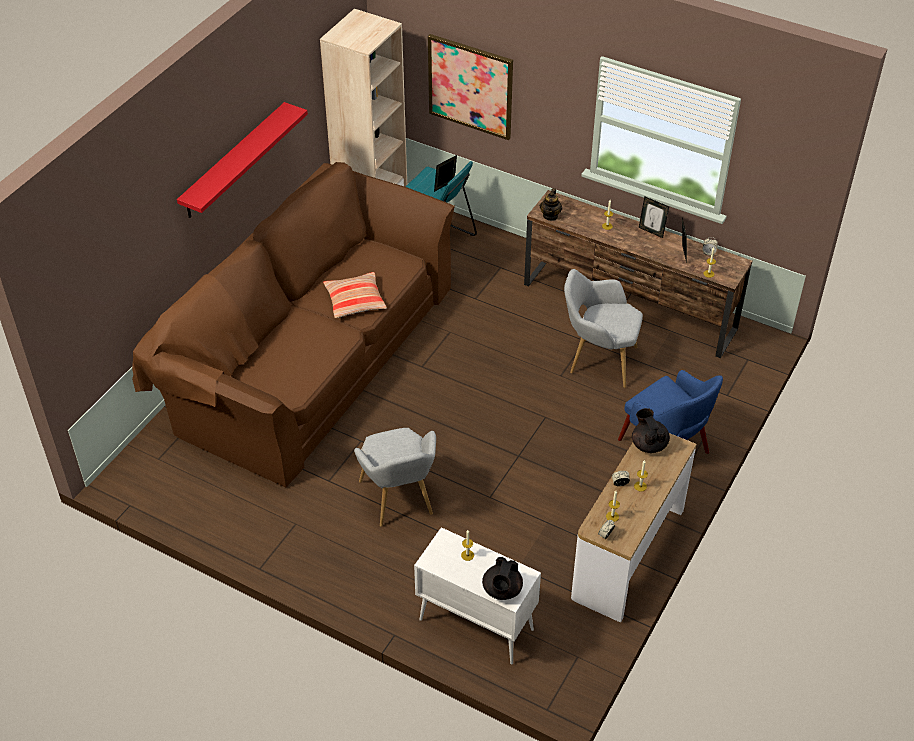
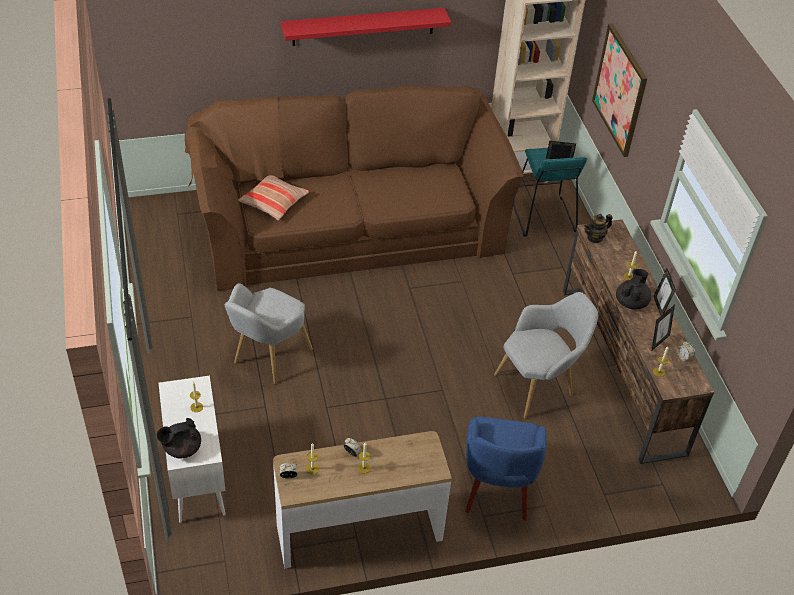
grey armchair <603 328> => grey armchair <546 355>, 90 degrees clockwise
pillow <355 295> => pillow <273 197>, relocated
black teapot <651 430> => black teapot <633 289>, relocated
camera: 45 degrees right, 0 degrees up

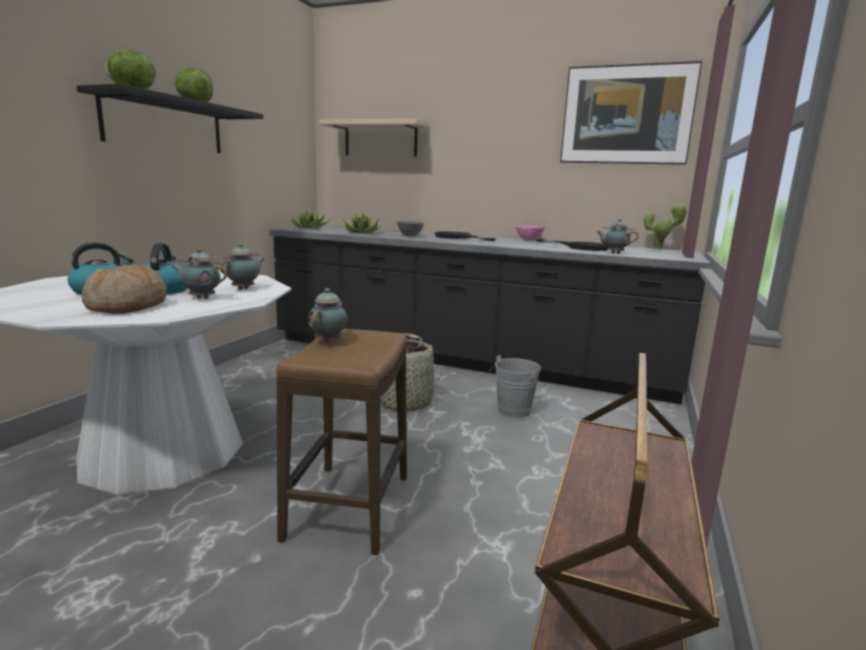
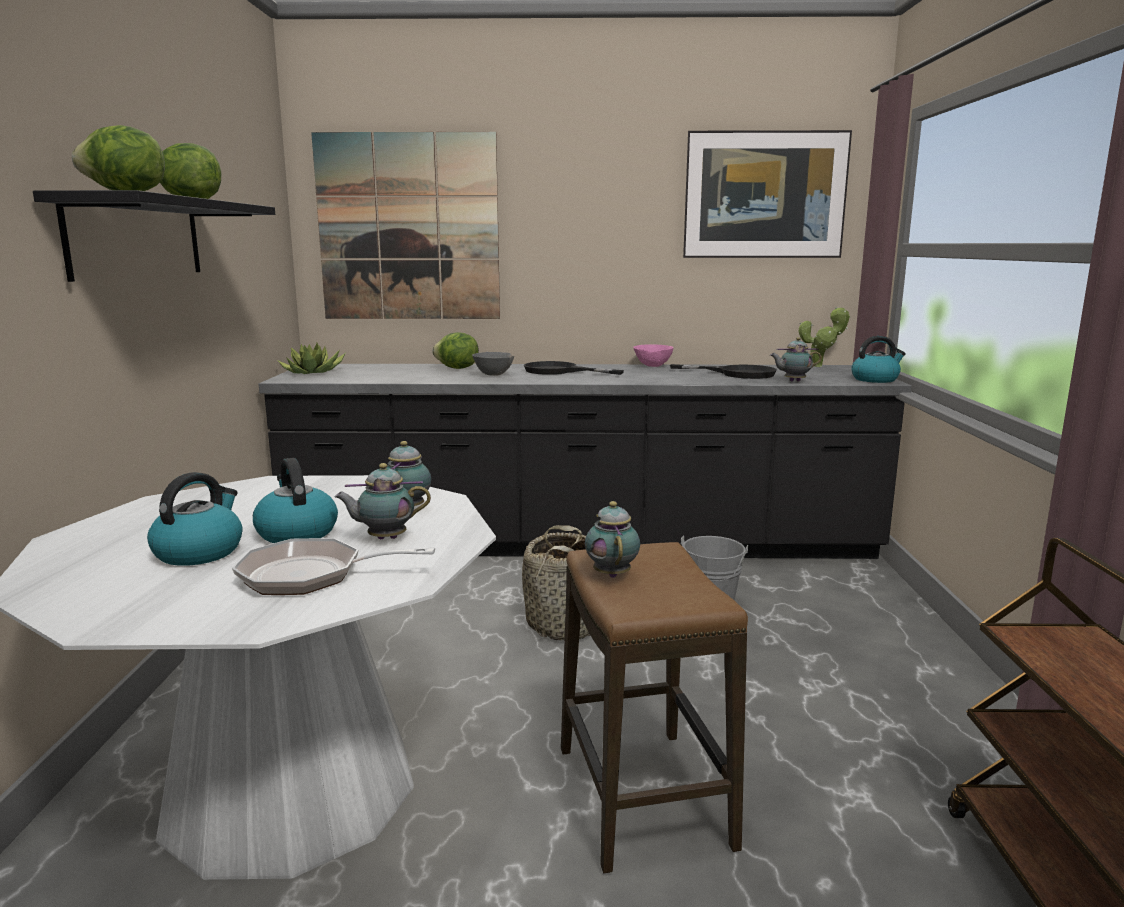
beige shelf <374 138> => picture <405 225>
potted plant <361 223> => nothing
bread <124 289> => frying pan <333 566>
nothing => lettuce <455 350>
nothing => kettle <878 359>
camera: 20 degrees left, 0 degrees up

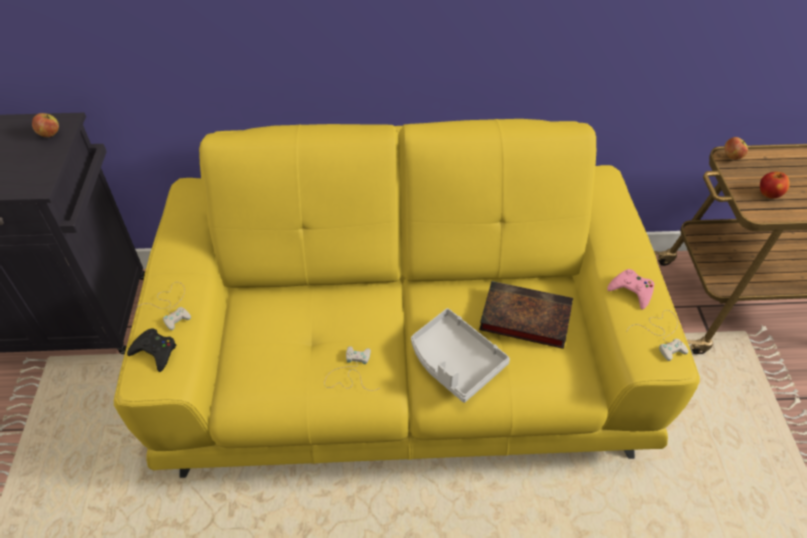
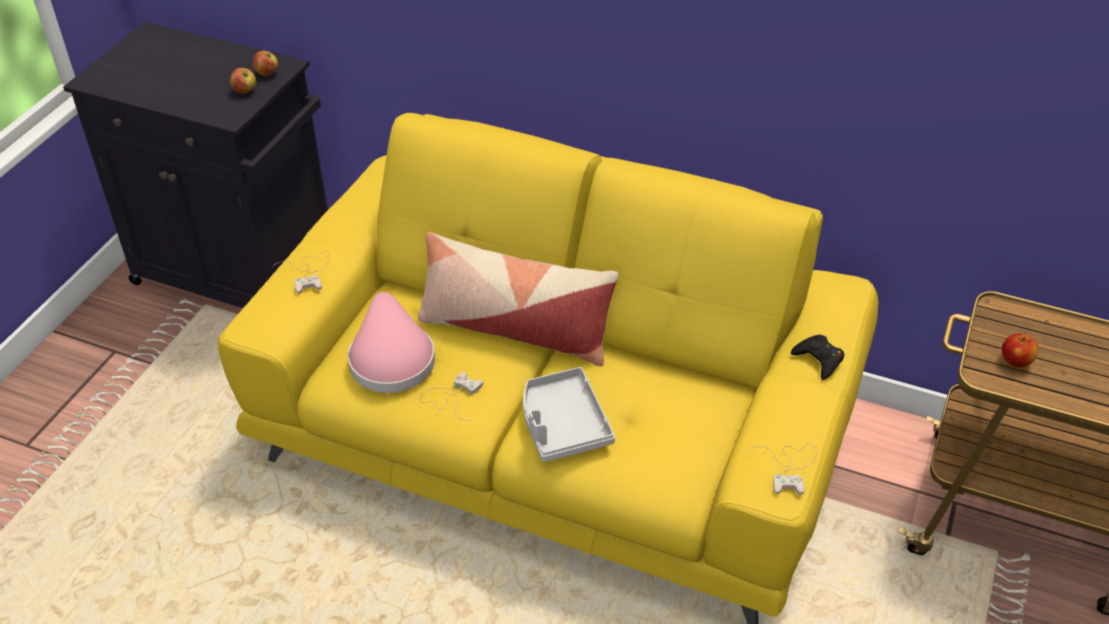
apple <736 148> => apple <243 81>, relocated
pink game controller <630 289> => nothing
book <526 315> => nothing
black game controller <151 350> => black game controller <817 357>, relocated
nothing => pillow <518 299>
nothing => pink hat <391 342>
camera: 25 degrees right, 5 degrees down

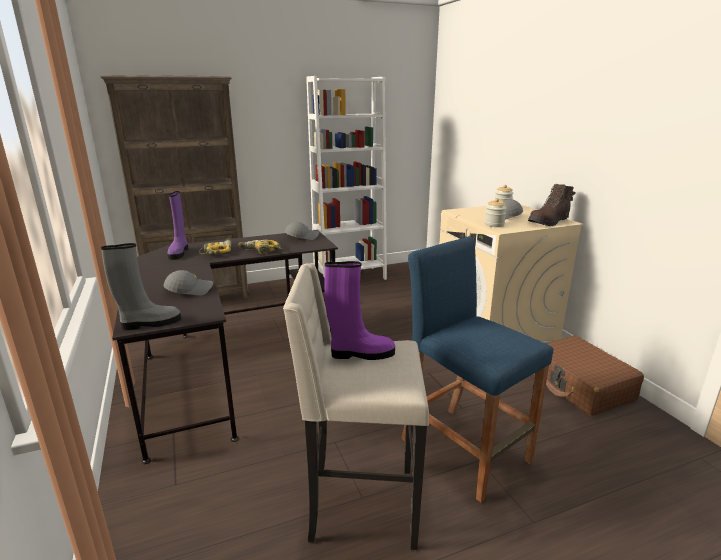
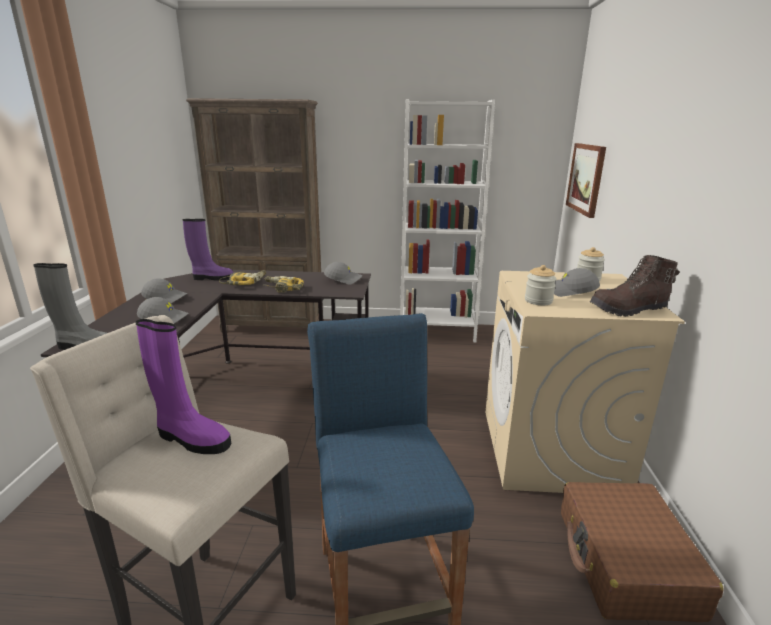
purple boot <177 225> => purple boot <208 249>, 120 degrees counterclockwise
nothing => picture <586 180>
nothing => grey cap <164 290>
camera: 25 degrees right, 0 degrees up

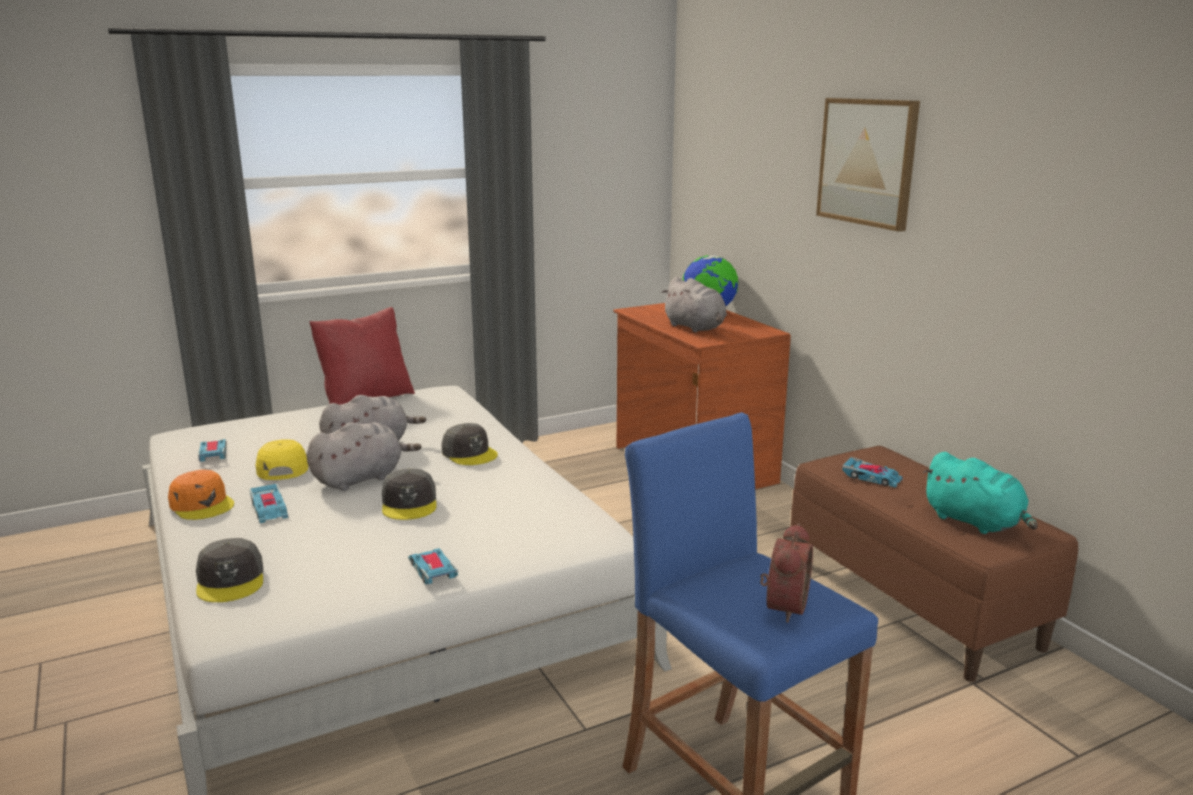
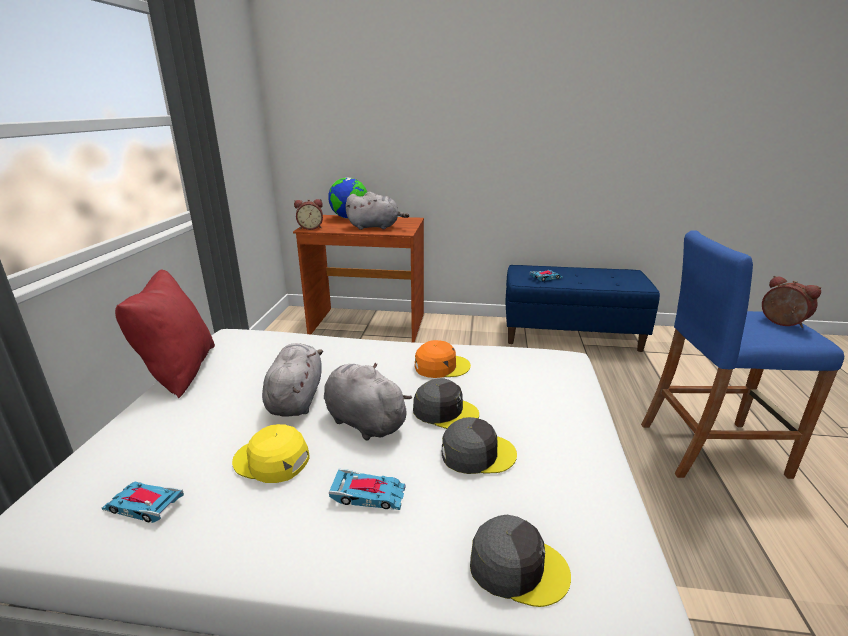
picture <868 165> => nothing
grey plush toy <363 456> => grey plush toy <368 401>, 45 degrees counterclockwise
grey cap <470 444> => grey cap <479 445>, relocated
brown bench <934 564> => blue bench <582 308>
turquoise plush toy <980 493> => nothing
orange cap <201 495> => orange cap <443 359>, relocated
toy car <433 566> => nothing
nothing => alarm clock <308 214>
camera: 55 degrees left, 5 degrees up

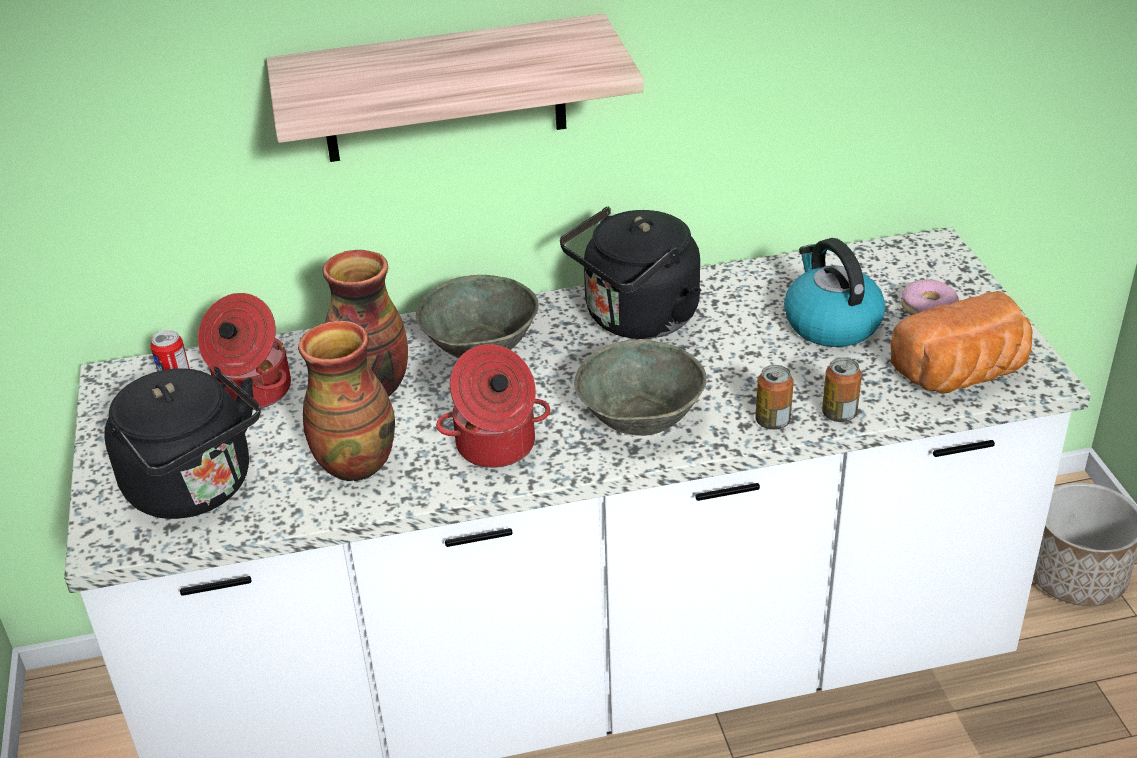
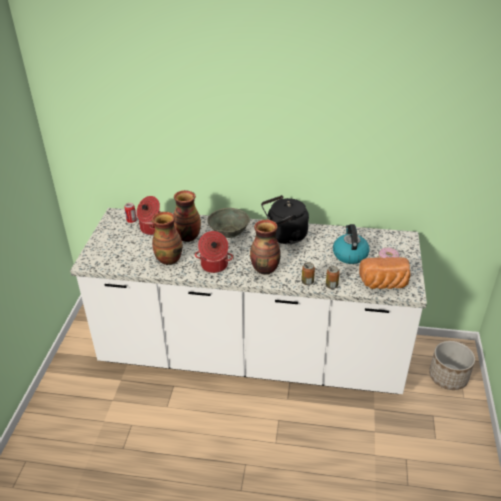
shelf <455 88> => nothing
grey bowl <640 388> => vase <265 247>
black kettle <182 442> => nothing
camera: 20 degrees right, 0 degrees up

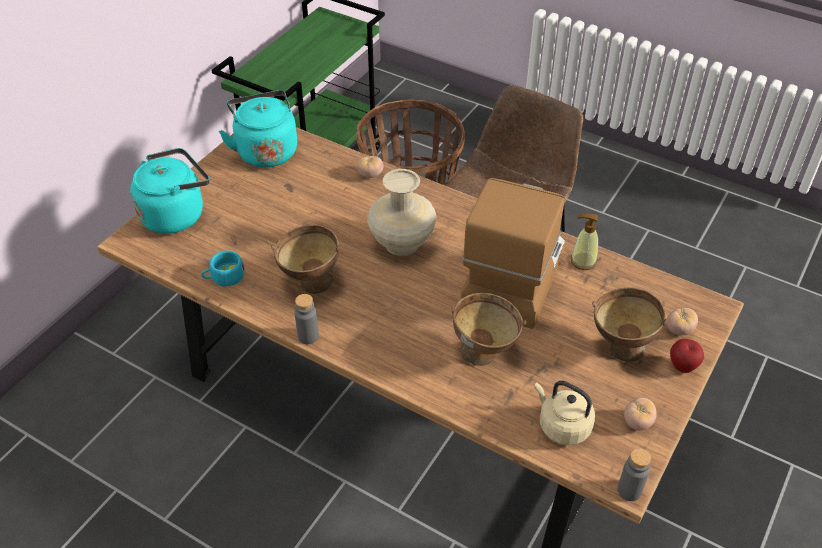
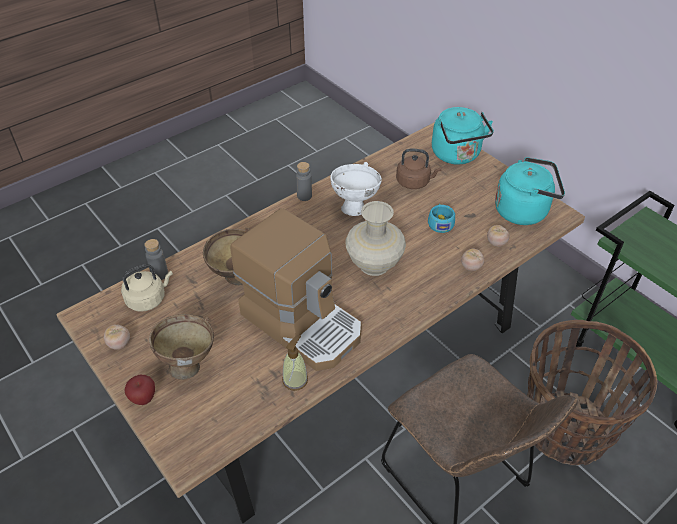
brown bowl <305 259> => white bowl <356 189>
turquoise cup <223 268> => turquoise cup <441 218>, relocated
tomato <682 321> => tomato <498 236>, relocated
grey bottle <634 474> => grey bottle <156 259>, relocated
nothing => brown kettle <419 169>
camera: 110 degrees right, 0 degrees up

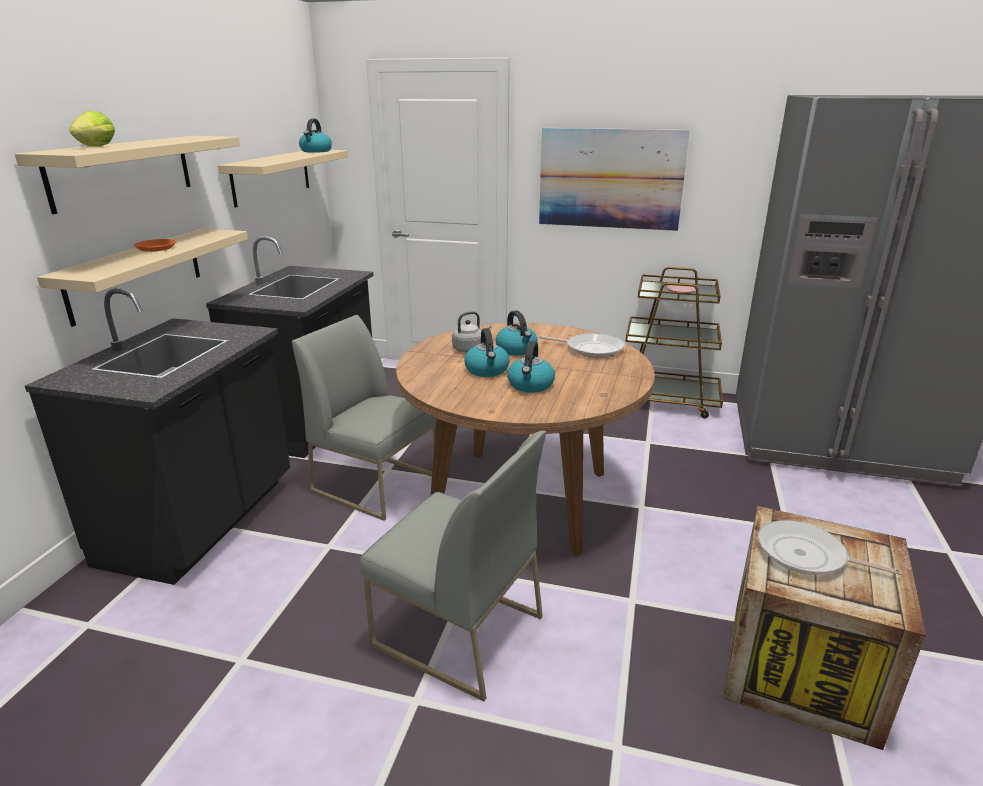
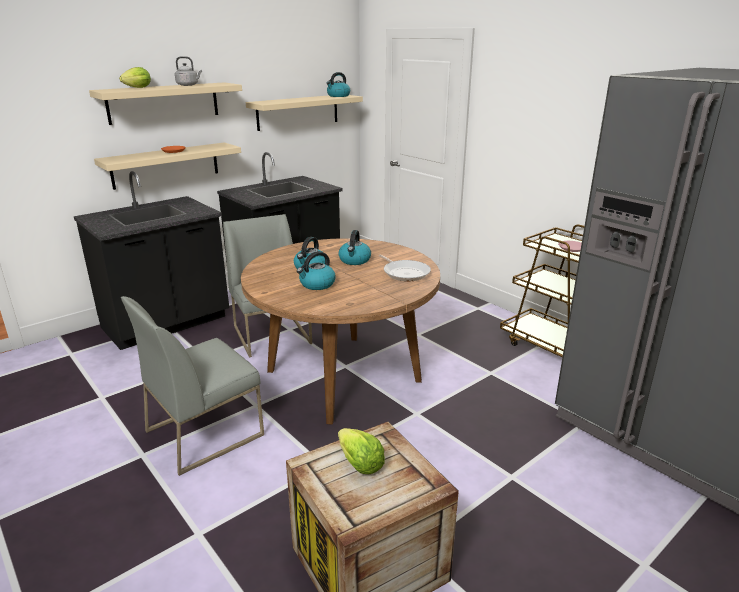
picture <614 179> => nothing
grey kettle <471 331> => grey kettle <188 71>, relocated
grey chair <453 566> => grey chair <192 386>, 75 degrees clockwise
frying pan <830 547> => lettuce <361 451>
camera: 35 degrees right, 0 degrees up

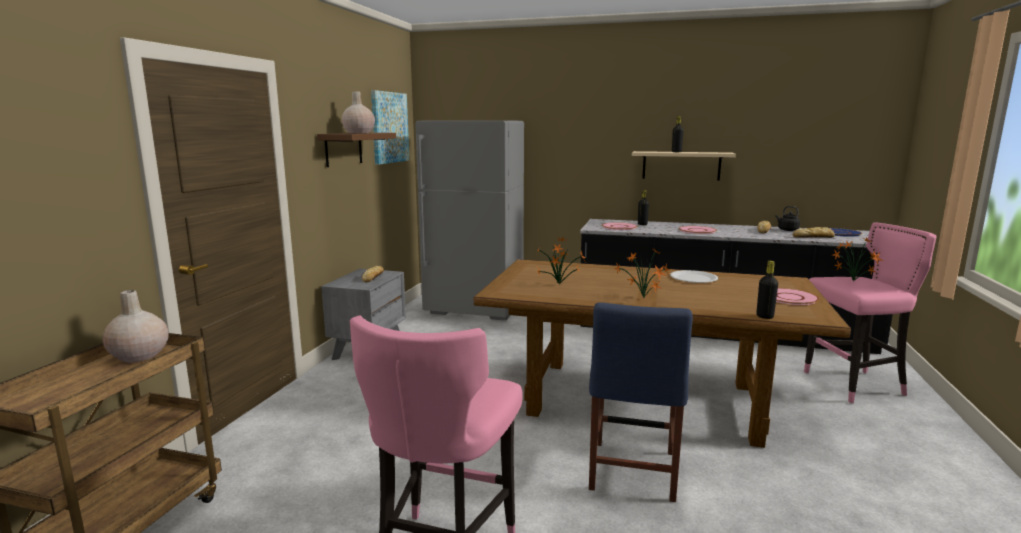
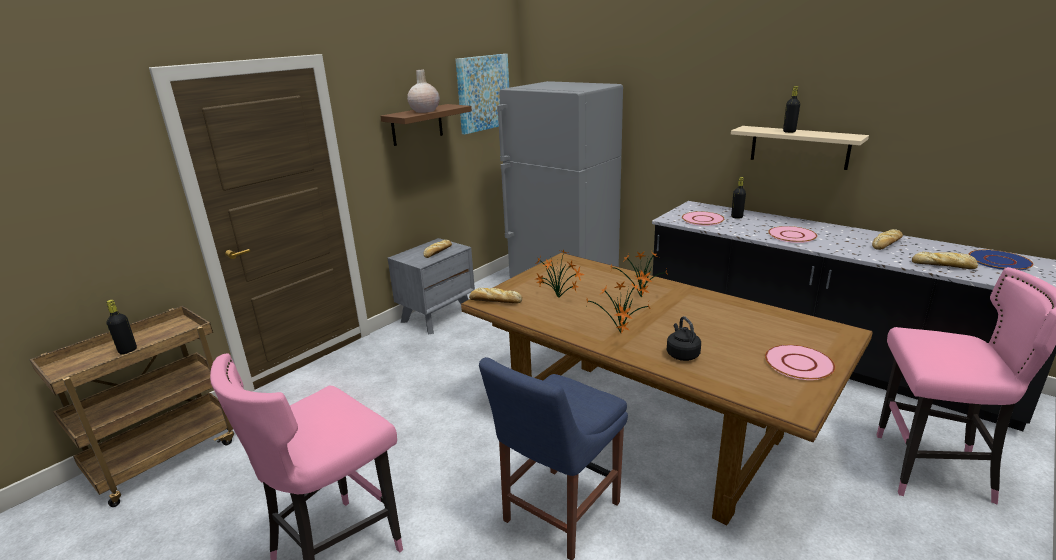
black kettle <788 218> => black kettle <684 338>, relocated
potted plant <857 259> => potted plant <639 274>, relocated
black bottle <767 290> => black bottle <121 327>, relocated
white plate <694 276> => nothing
beige vase <136 326> => nothing
nothing => bread <495 295>
camera: 25 degrees right, 10 degrees up

